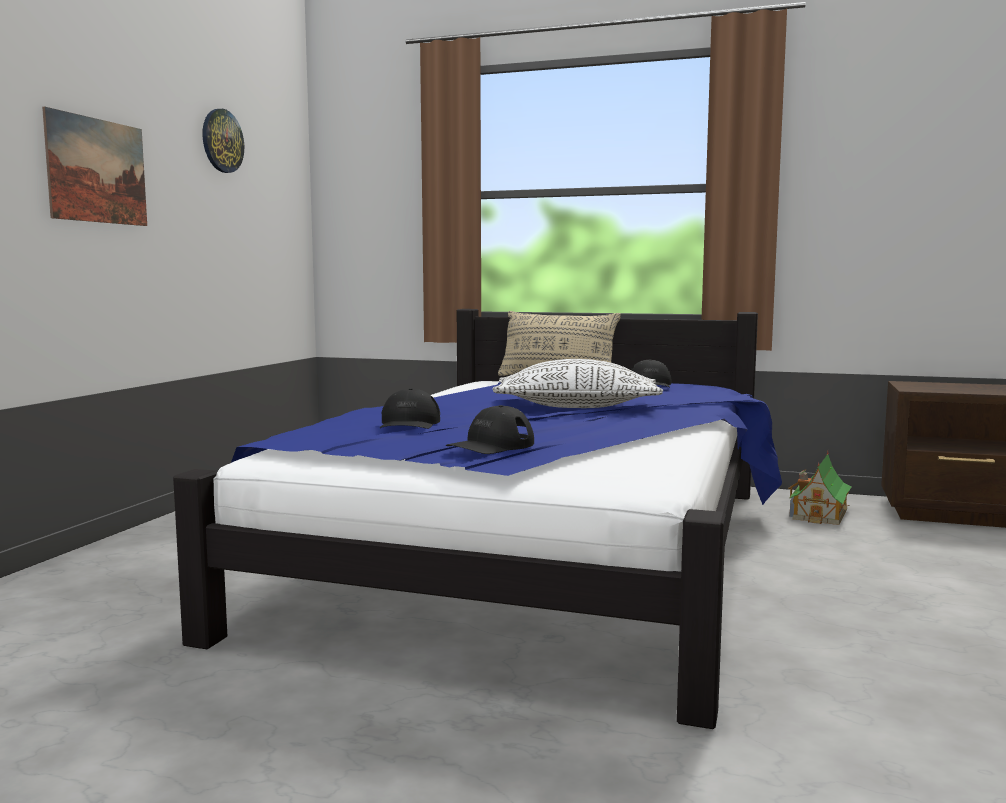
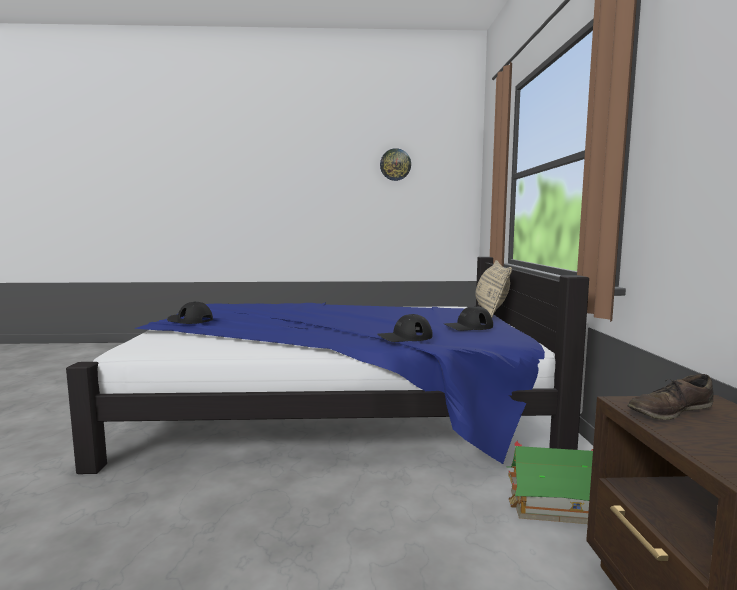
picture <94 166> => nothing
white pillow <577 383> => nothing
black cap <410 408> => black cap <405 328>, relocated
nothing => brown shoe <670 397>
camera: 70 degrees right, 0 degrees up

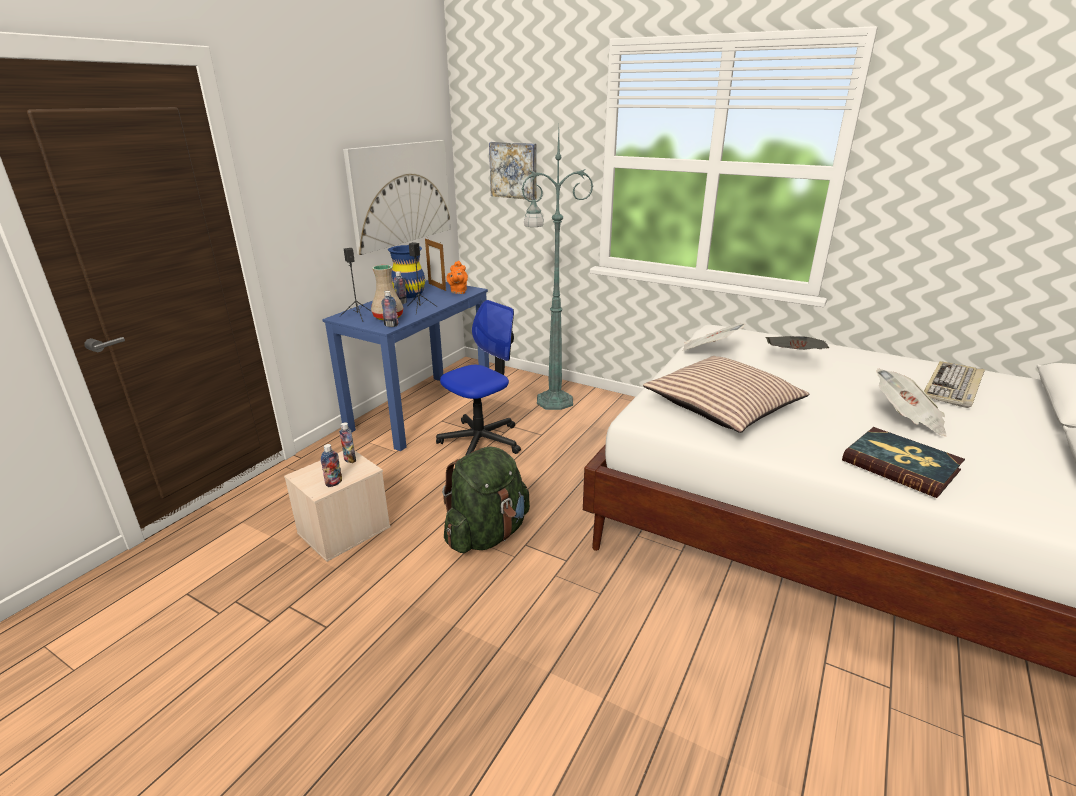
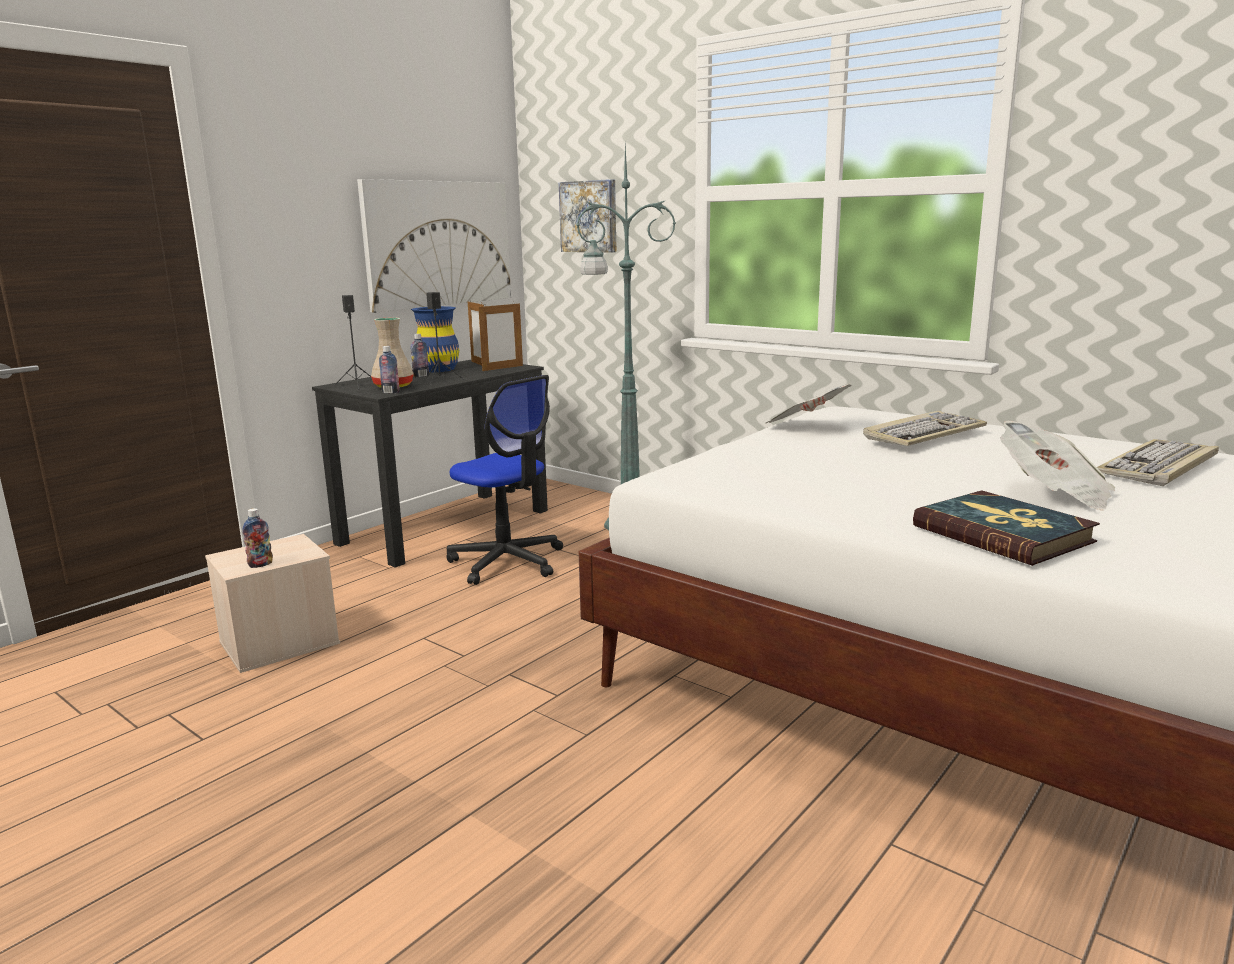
orange teapot <457 277> => picture frame <500 336>
blue desk <405 365> => black desk <430 464>
office chair <478 378> => office chair <505 480>, 75 degrees clockwise
newspaper <798 343> => keyboard <925 428>
pillow <726 394> => nothing
bottle <347 442> => nothing
green backpack <486 499> => nothing
camera: 10 degrees right, 10 degrees down

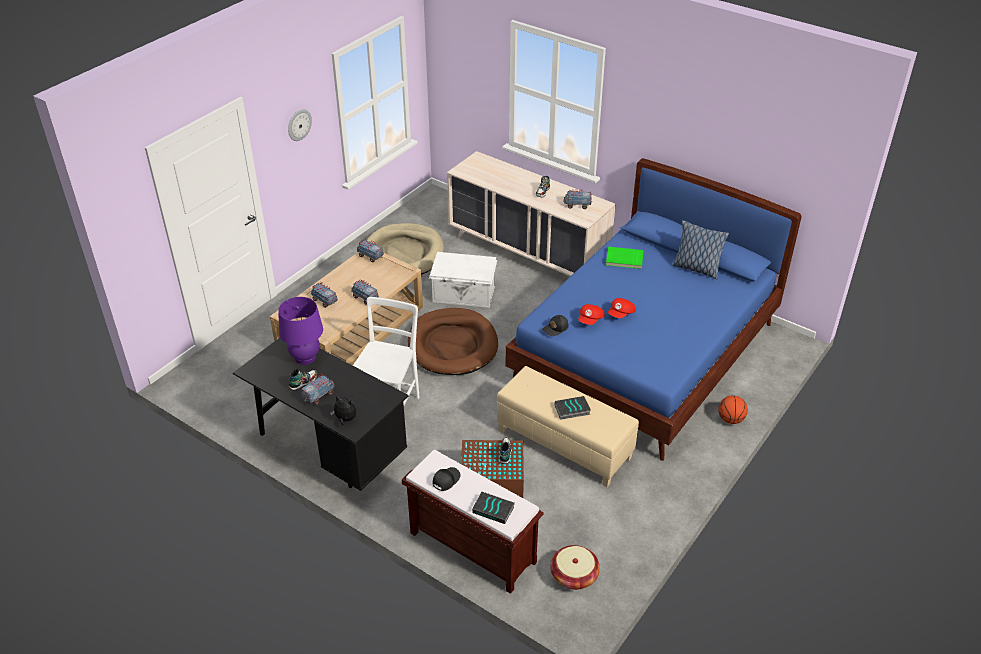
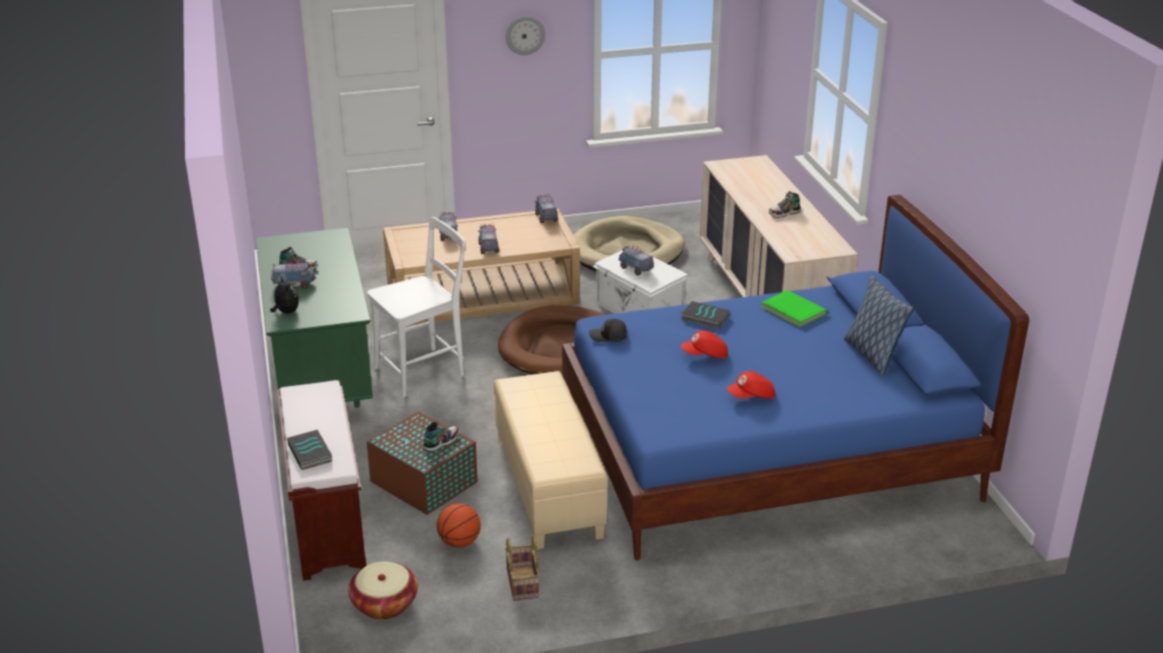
toy truck <578 199> => toy truck <636 260>, relocated
purple table lamp <300 331> => nothing
red cap <591 314> => red cap <751 385>, relocated
black desk <321 414> => green desk <314 318>
basketball <733 409> => basketball <459 525>, relocated
book <573 408> => book <705 315>, relocated
black cap <446 479> => nothing
nothing => basket <522 568>
camera: 40 degrees right, 10 degrees down

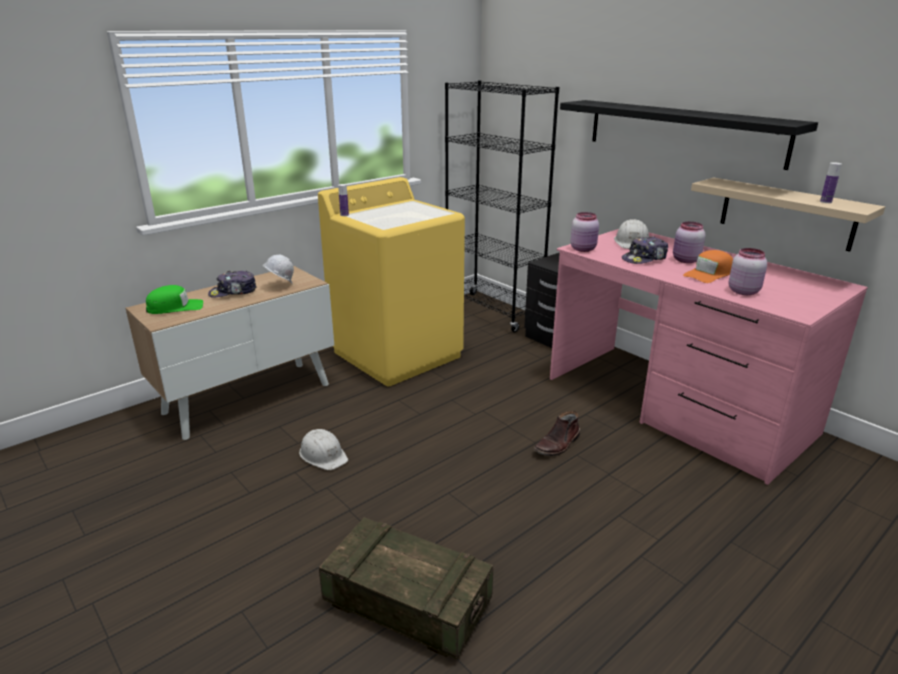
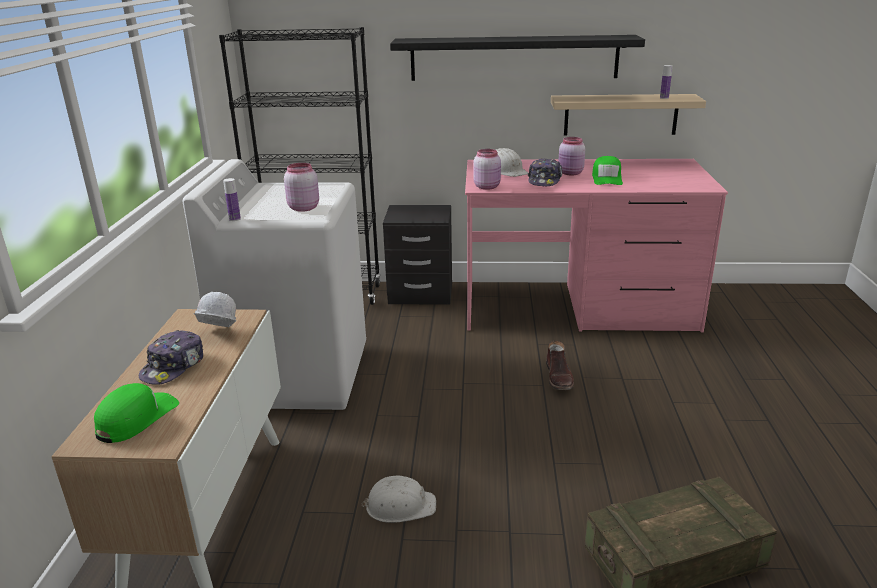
yellow washing machine <391 282> => white washing machine <274 284>
pink jar <748 271> => pink jar <301 187>, relocated
orange cap <708 266> => green cap <607 170>
camera: 45 degrees left, 0 degrees up

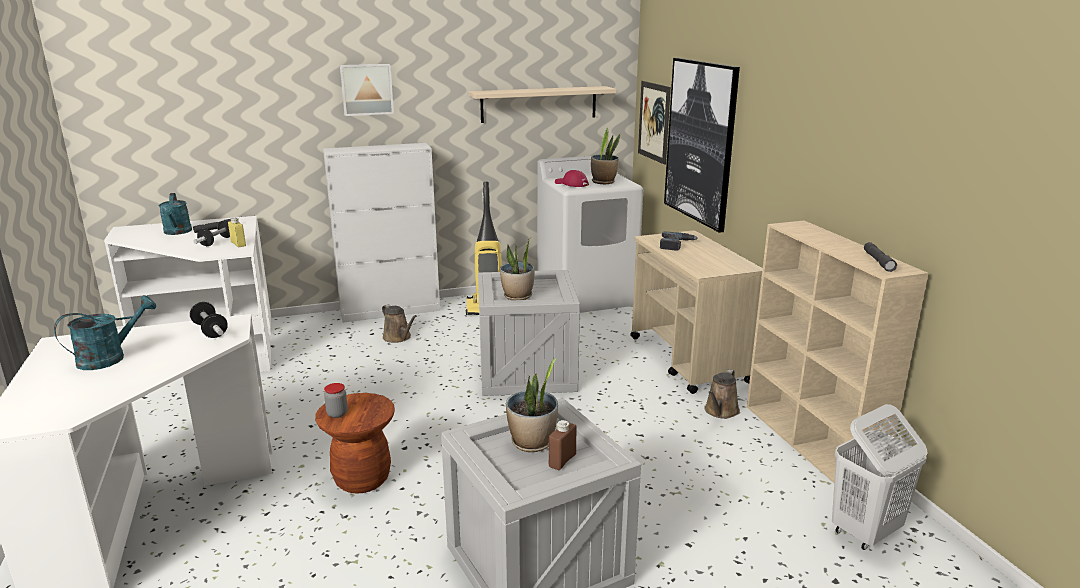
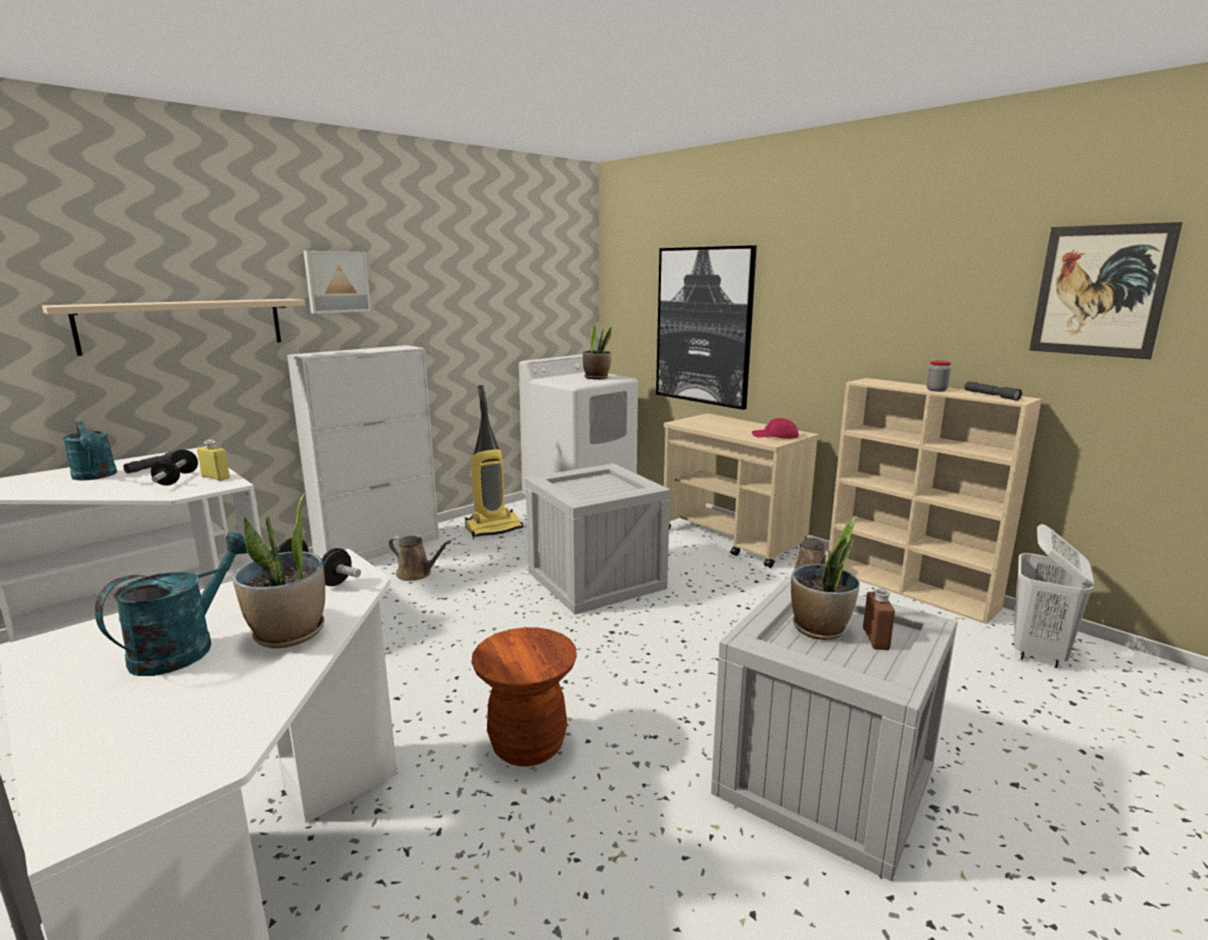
picture <654 123> => picture <1106 290>, relocated
beige shelf <542 104> => beige shelf <173 327>, relocated
red cap <572 178> => red cap <775 428>, relocated
power drill <679 241> => nothing
potted plant <517 269> => potted plant <278 570>, relocated
jar <336 400> => jar <939 376>, relocated
camera: 25 degrees left, 5 degrees down

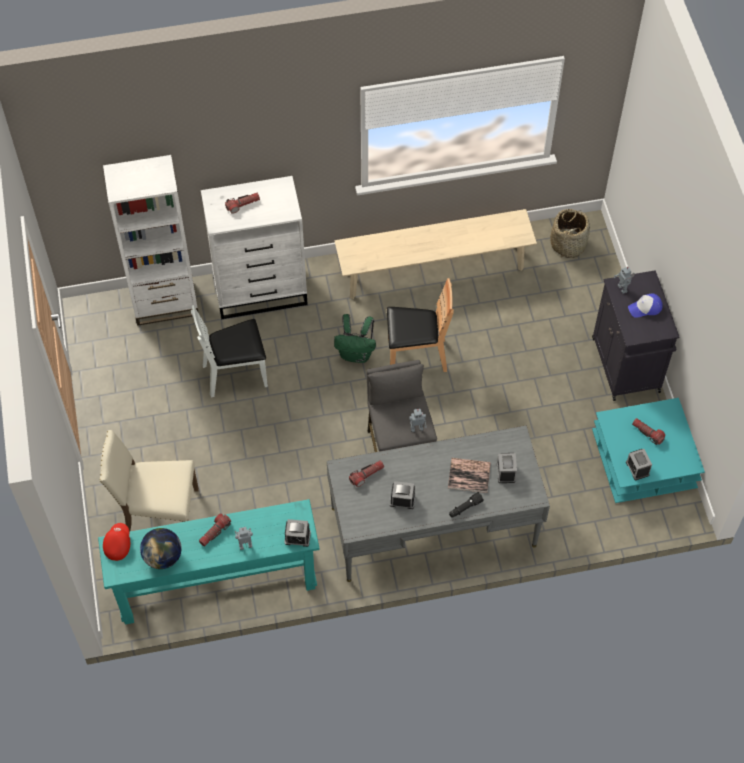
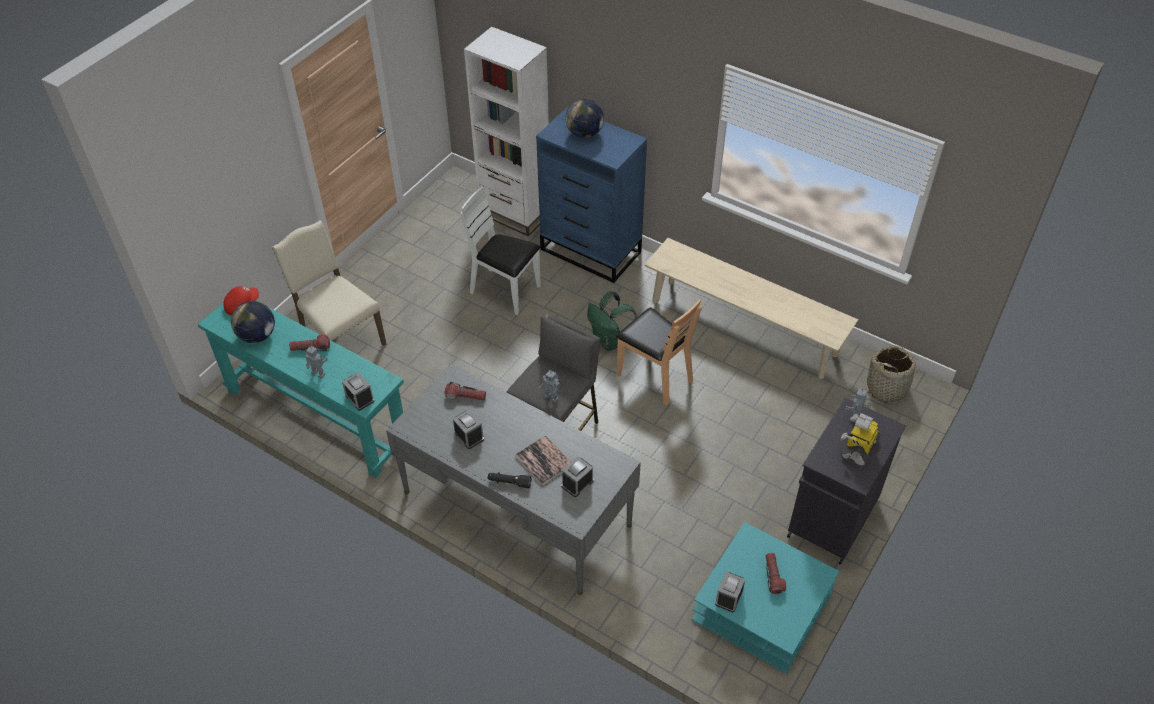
white dresser <254 247> => blue dresser <591 195>
flashlight <242 203> => globe <585 118>
cap <645 305> => toy robot <860 439>
camera: 45 degrees right, 10 degrees down

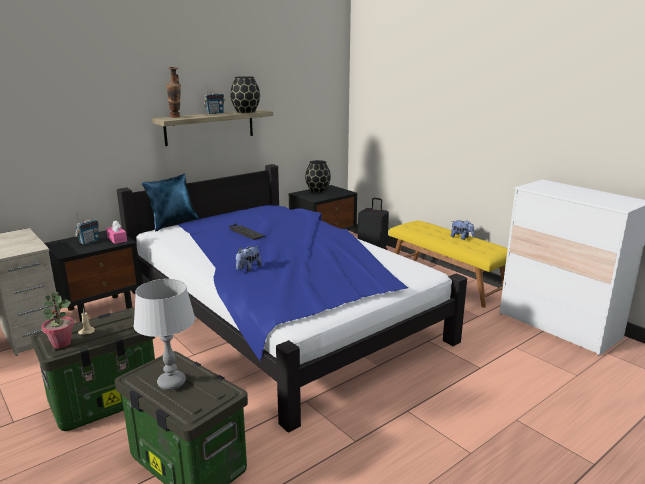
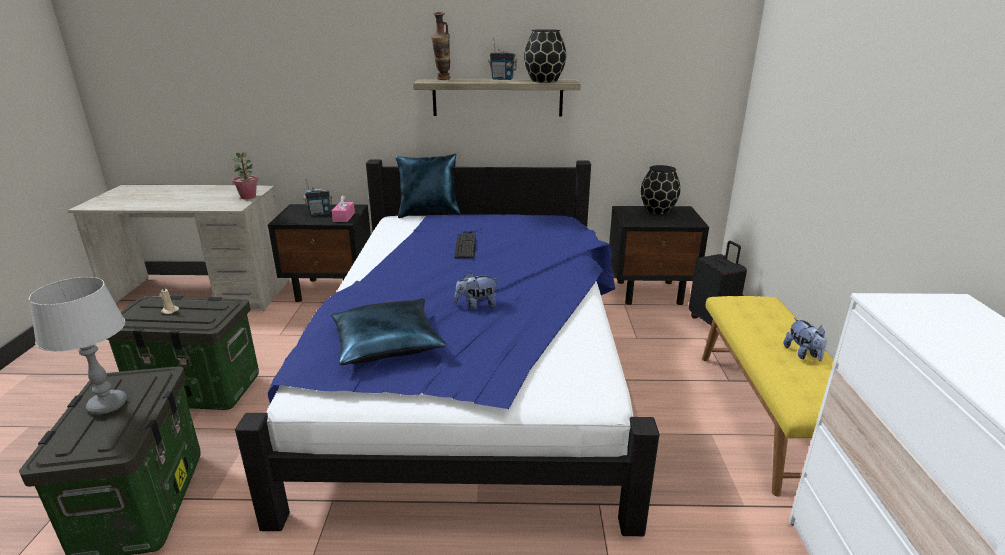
plush toy <249 259> => plush toy <476 291>, relocated
potted plant <58 320> => potted plant <245 175>, relocated
nothing => blue pillow <389 331>
camera: 40 degrees right, 5 degrees up

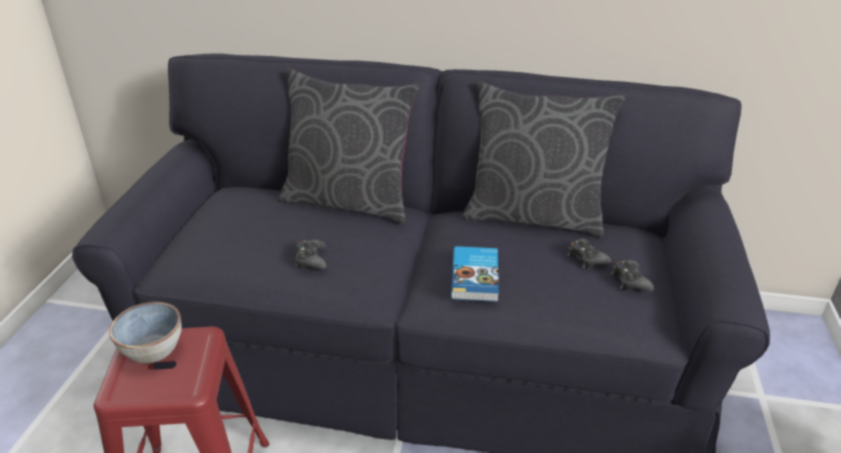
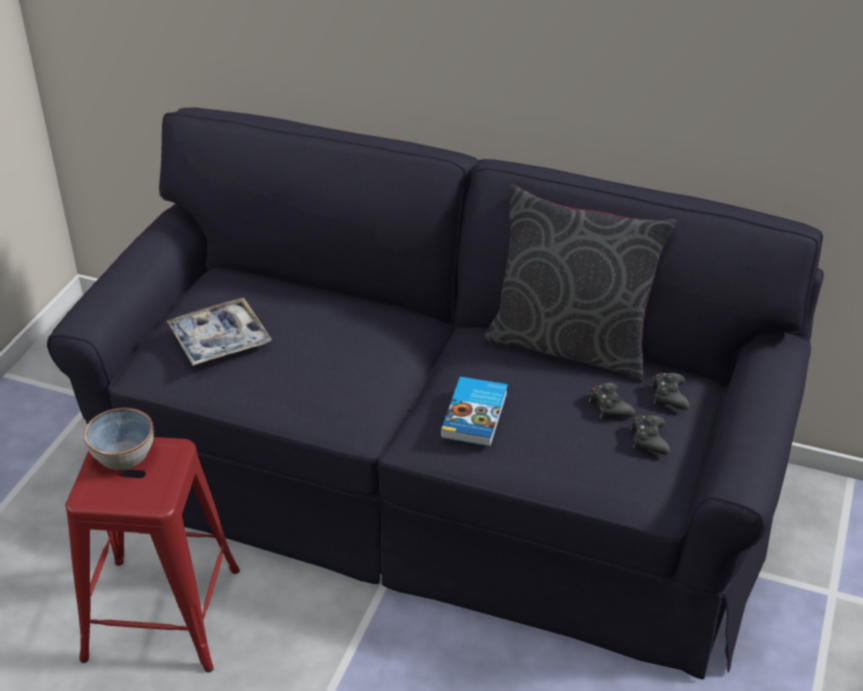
grey pillow <349 146> => nothing
black game controller <310 254> => black game controller <670 391>, relocated
nothing => tray <219 331>
camera: 10 degrees right, 5 degrees up

